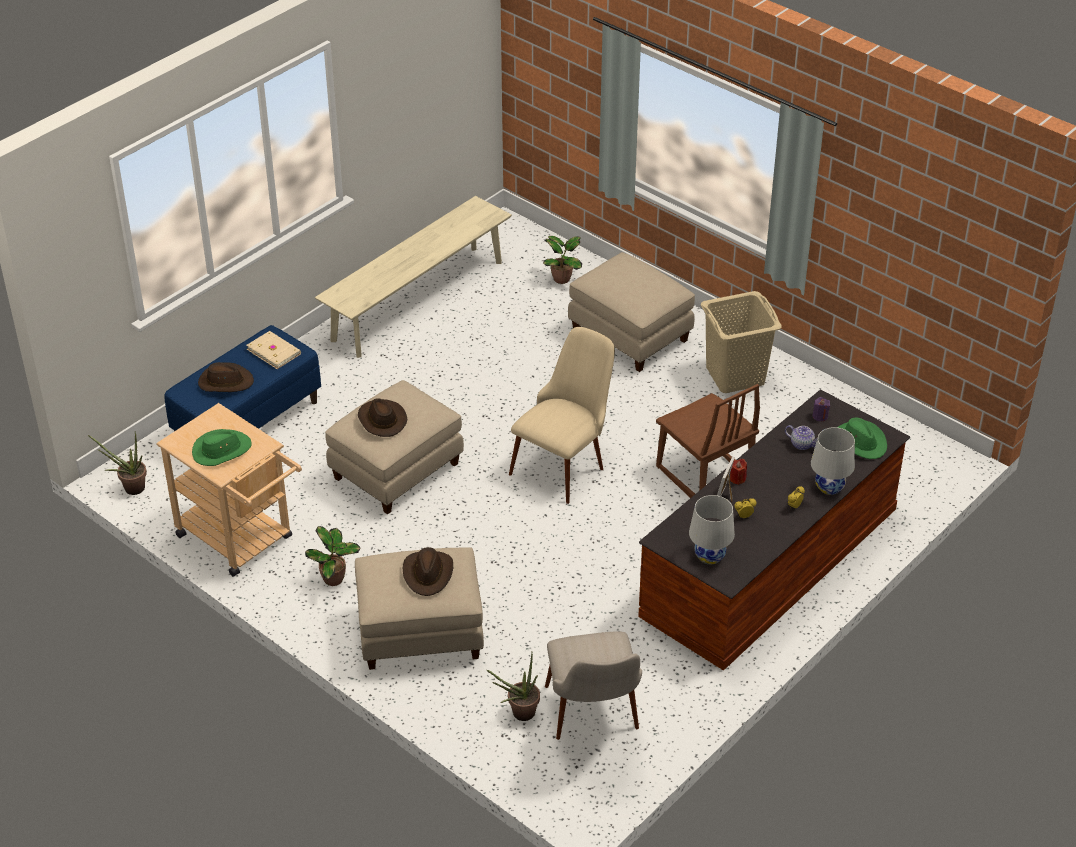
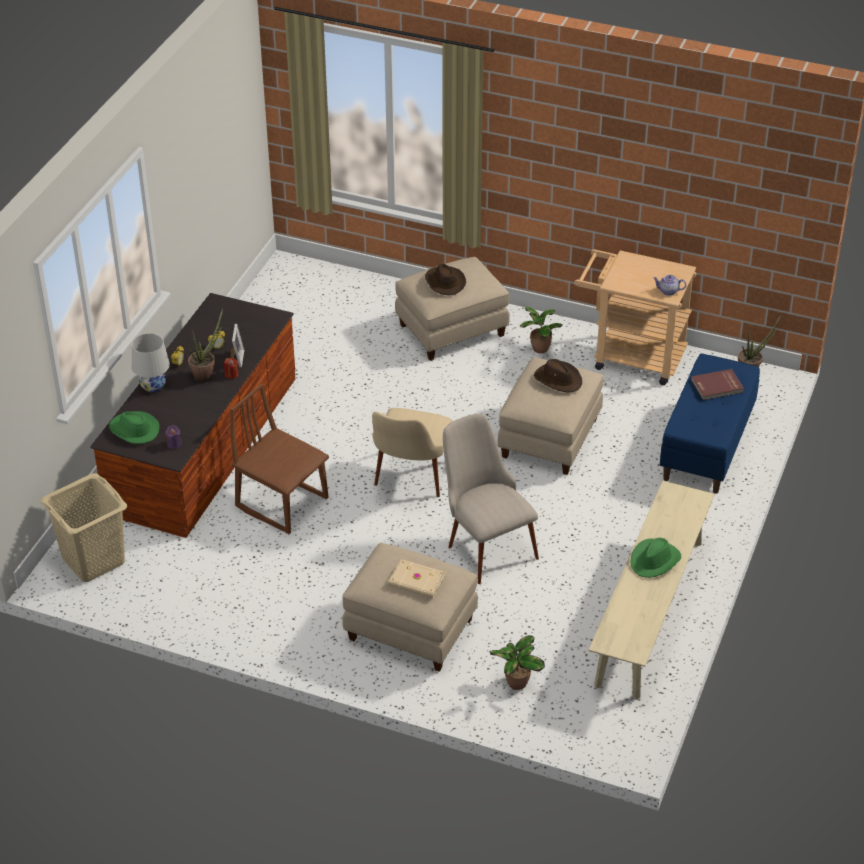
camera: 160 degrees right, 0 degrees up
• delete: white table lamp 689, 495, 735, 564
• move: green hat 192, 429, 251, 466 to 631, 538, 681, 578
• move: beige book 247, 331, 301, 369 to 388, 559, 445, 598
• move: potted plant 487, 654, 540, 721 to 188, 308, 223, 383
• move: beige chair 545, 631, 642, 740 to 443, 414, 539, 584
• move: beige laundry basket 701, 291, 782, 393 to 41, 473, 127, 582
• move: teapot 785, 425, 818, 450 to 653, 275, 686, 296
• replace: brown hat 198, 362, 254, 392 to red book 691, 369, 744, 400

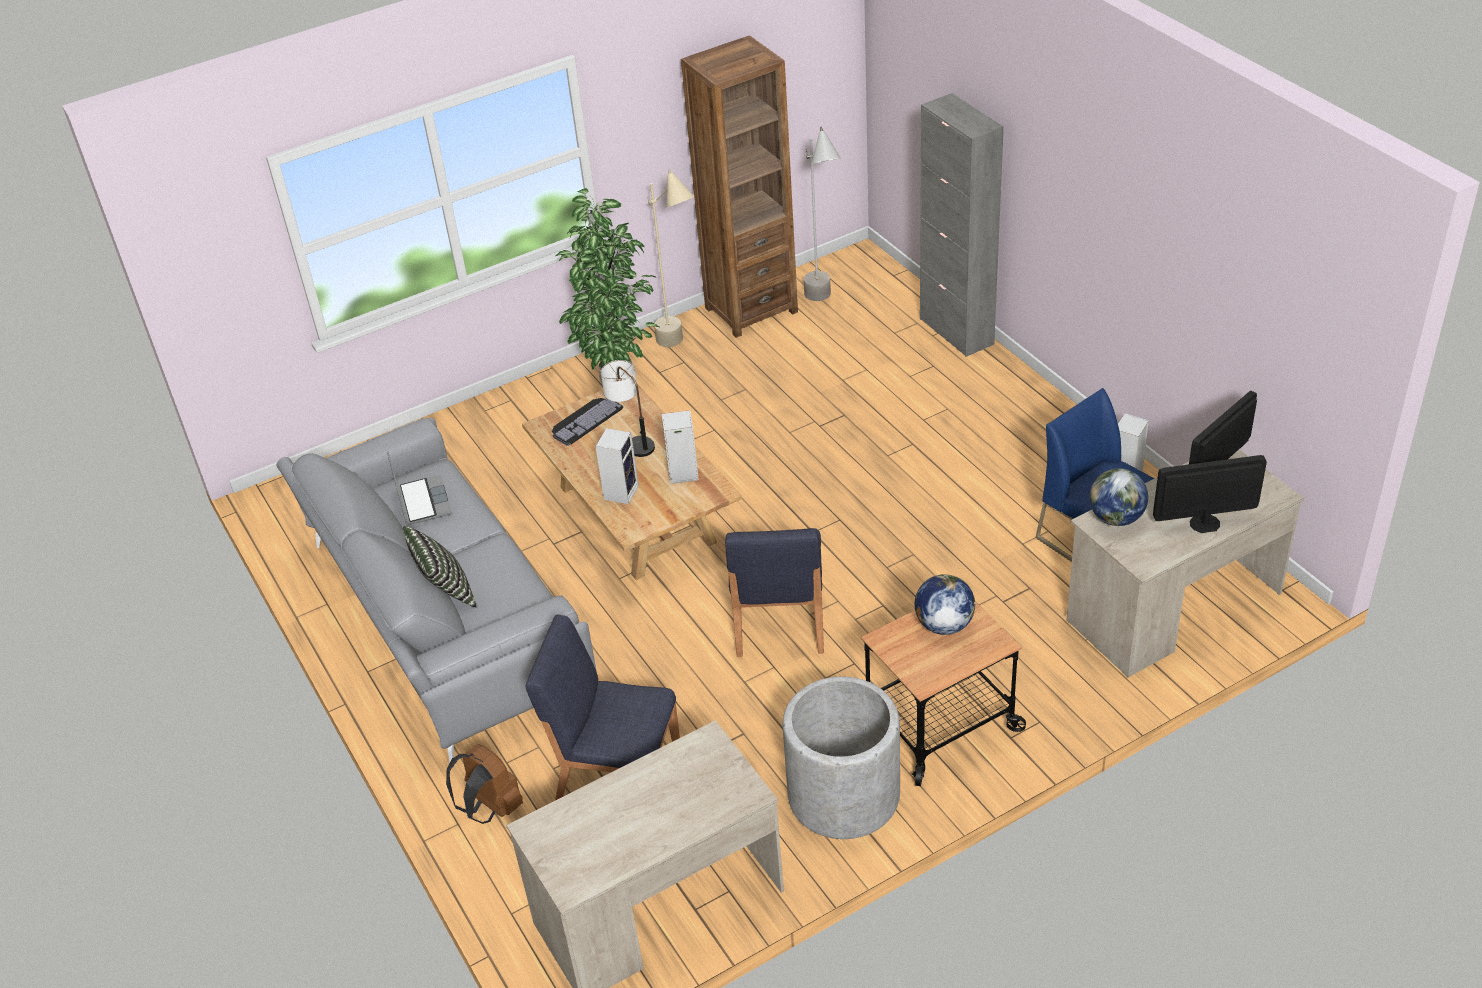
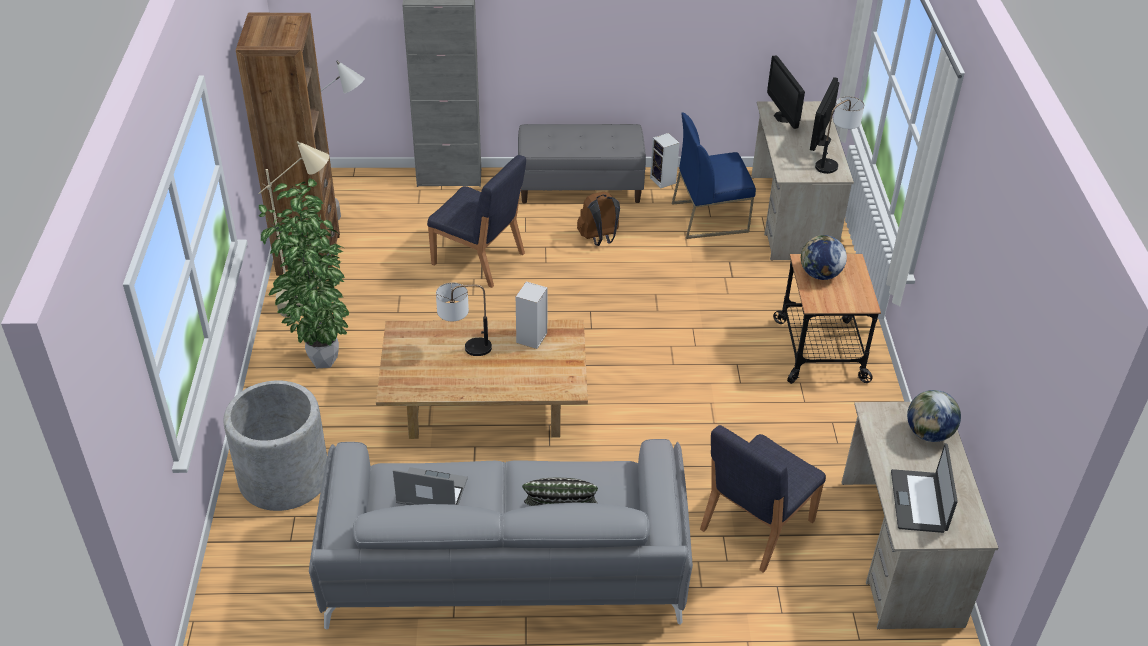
camera: 65 degrees left, 0 degrees up
• delete: keyboard 552, 398, 623, 446
• delete: speaker 595, 428, 639, 504
• insert: grey bench 518, 124, 646, 203
• insert: table lamp 815, 96, 864, 174
• insert: laptop 891, 443, 958, 533
• move: brown backpack 446, 744, 523, 824 to 577, 192, 620, 246
• move: blue chair 725, 528, 824, 657 to 427, 155, 526, 288
• move: grey planter 783, 677, 900, 839 to 224, 380, 327, 511
• move: globe 1090, 468, 1148, 526 to 907, 390, 961, 442

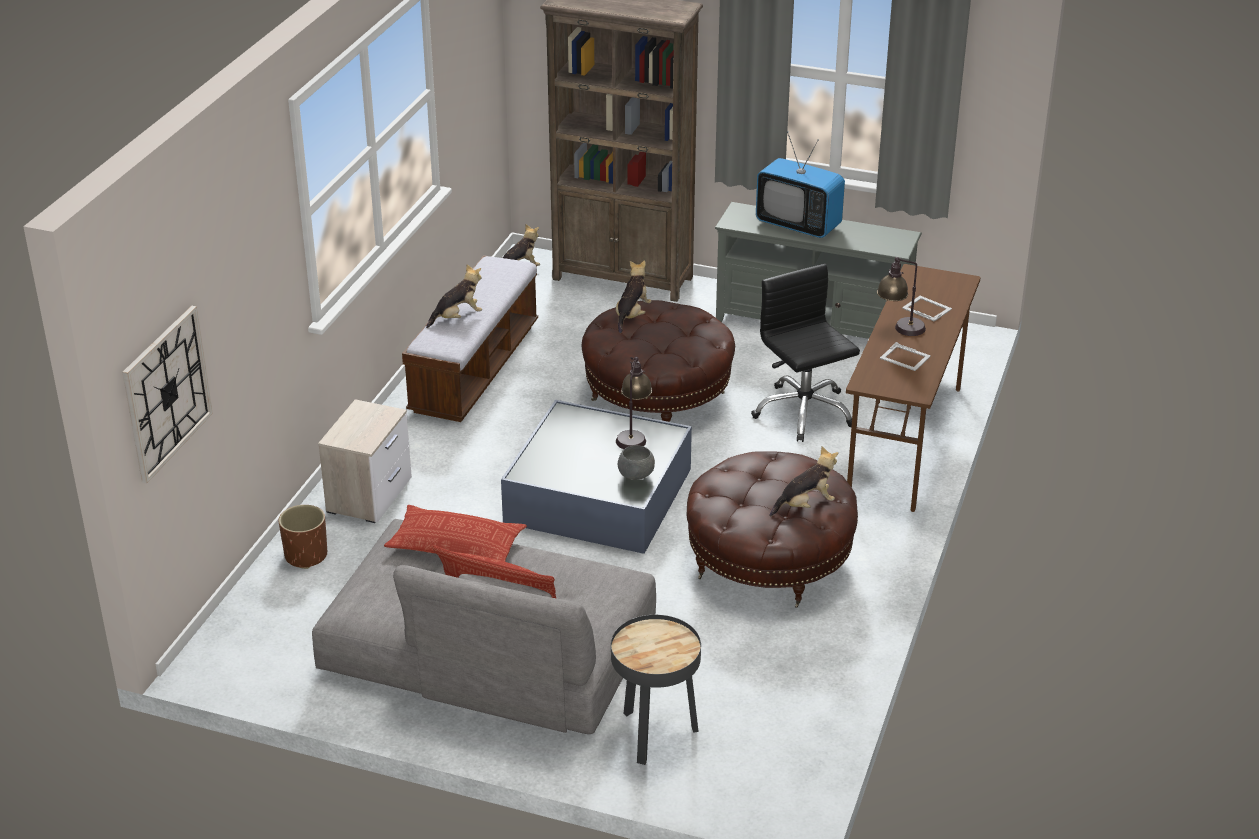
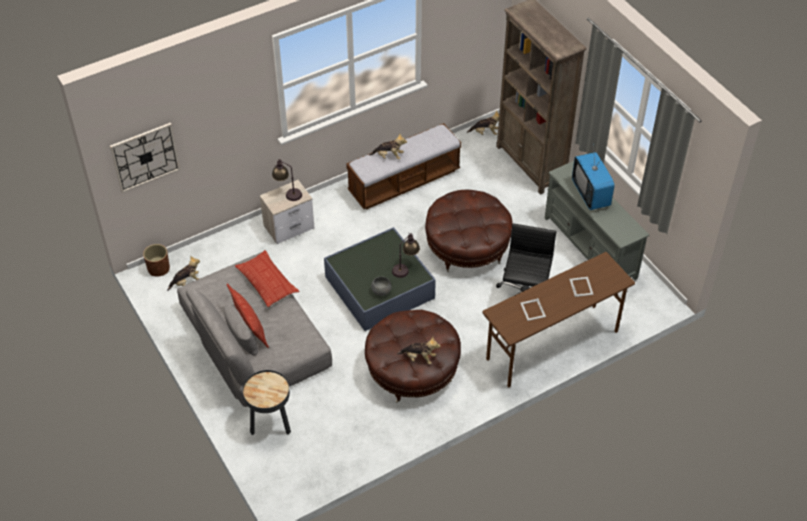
camera: 40 degrees right, 15 degrees up
• move: brown planter 279, 505, 327, 569 to 143, 244, 170, 276
• move: plush toy 616, 260, 652, 333 to 167, 256, 200, 291
• move: table lamp 877, 257, 926, 336 to 272, 159, 302, 201

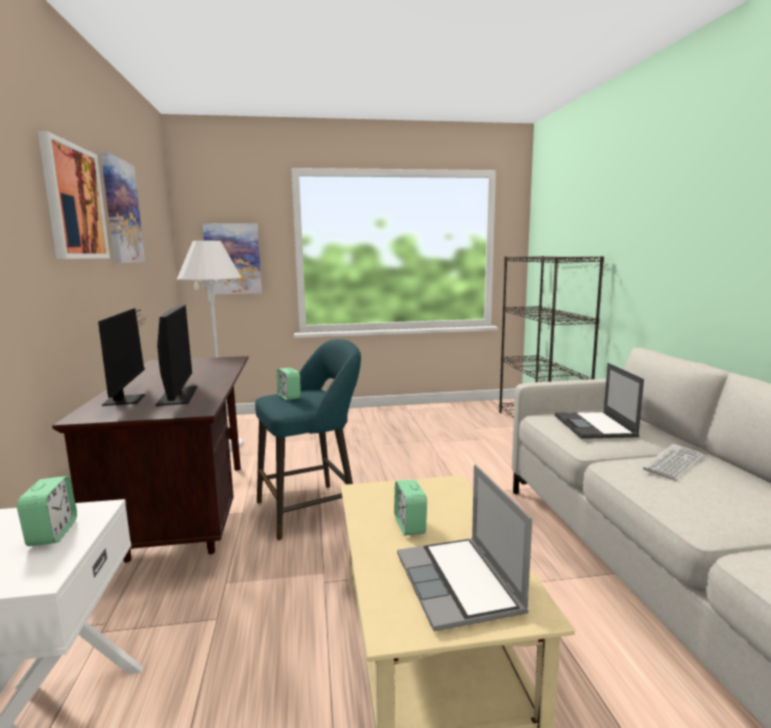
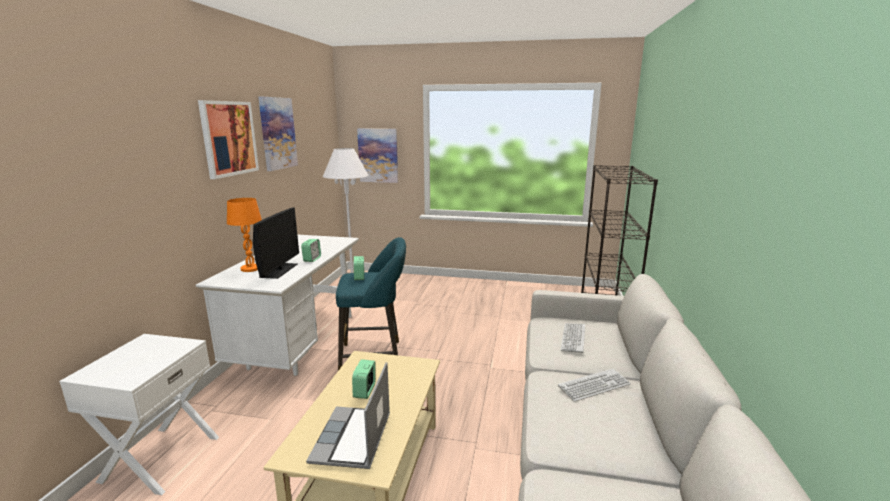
camera: 20 degrees right, 5 degrees up
• move: alarm clock 17, 476, 77, 546 to 301, 239, 321, 262
• replace: monitor 98, 308, 146, 406 to orange table lamp 227, 198, 262, 272
• replace: laptop 555, 363, 644, 439 to keyboard 561, 323, 585, 353
• recolor: brown desk 52, 356, 248, 563 to white desk 196, 235, 359, 376

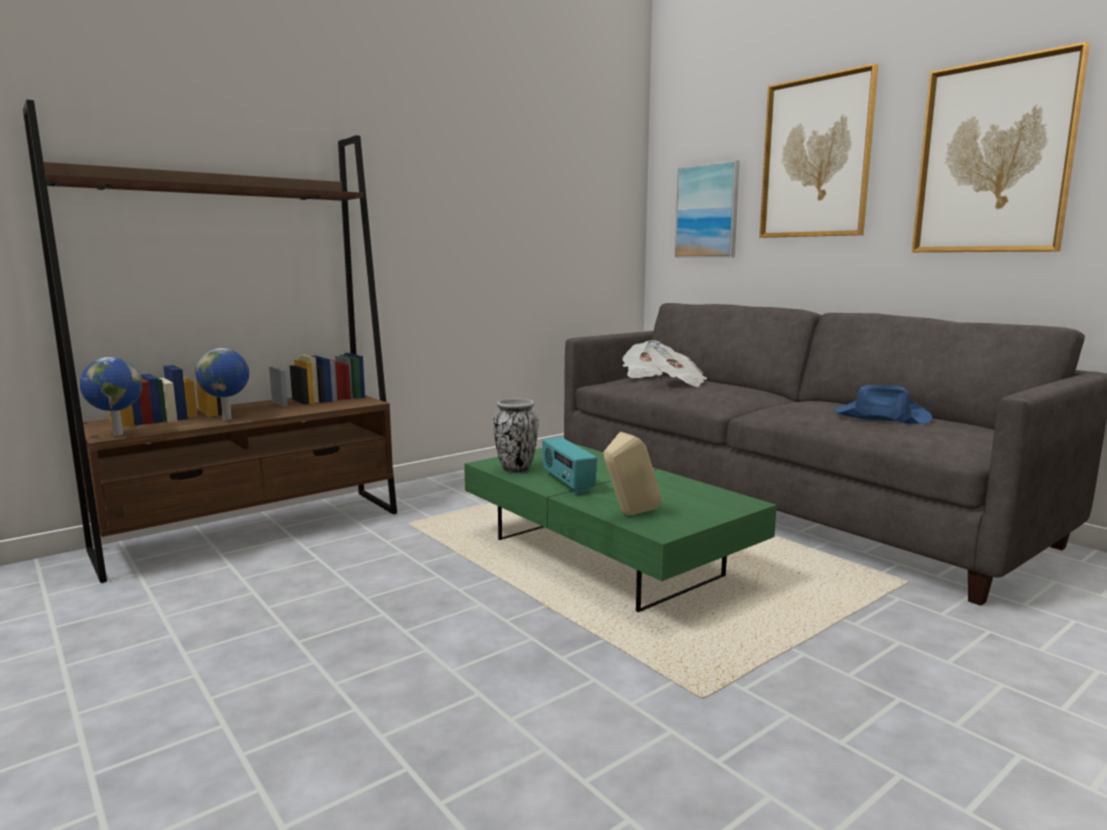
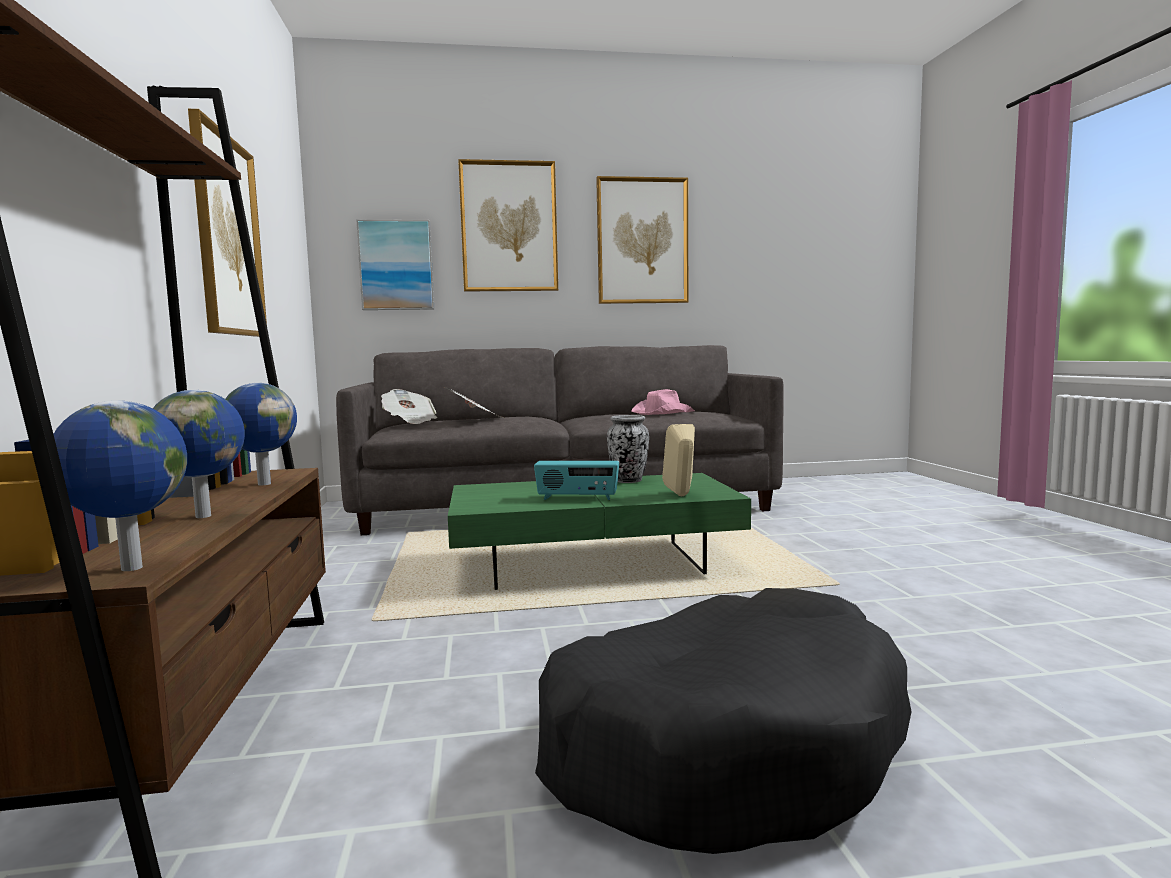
camera: 60 degrees left, 5 degrees down
• insert: picture 188, 109, 267, 337
• insert: globe 225, 383, 297, 485
• insert: black dog bed 535, 588, 912, 854
• move: vase 493, 398, 539, 473 to 607, 415, 649, 483
• recolor: blue hat 834, 385, 932, 424 to pink hat 631, 389, 694, 415

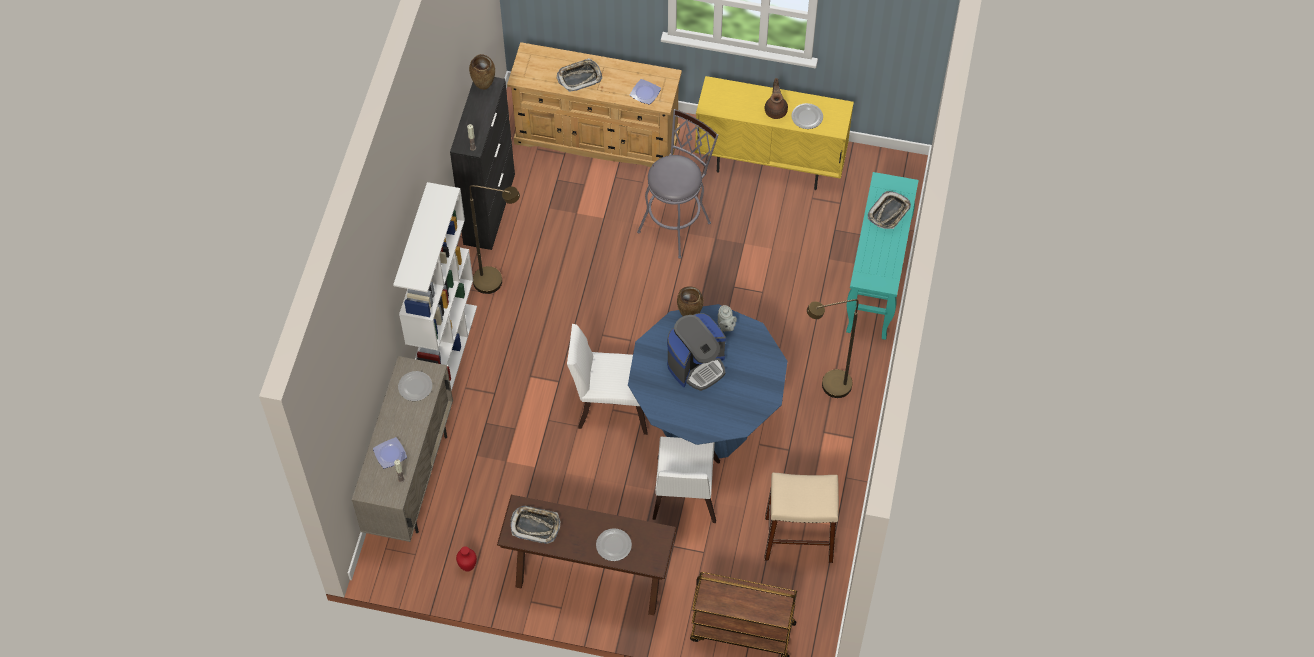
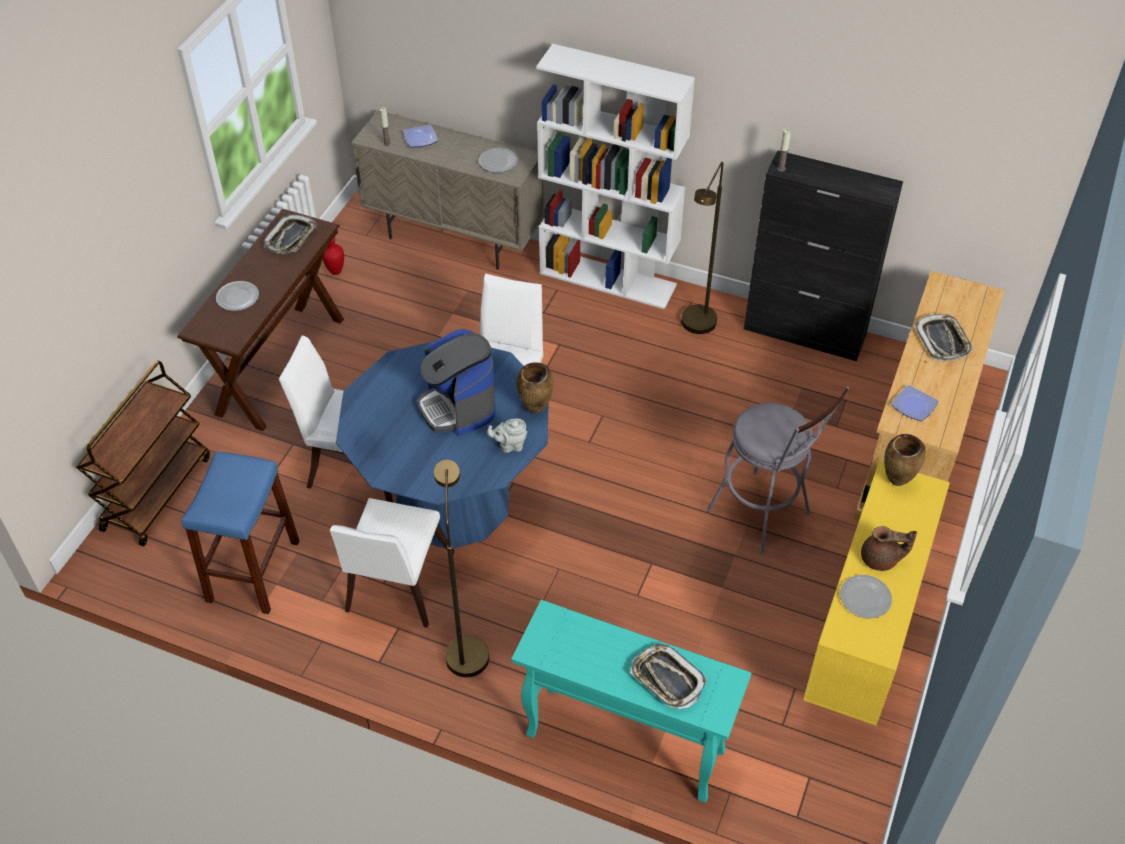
camera: 100 degrees right, 10 degrees down
• insert: white chair 330, 498, 455, 628
• move: brown vase 469, 54, 495, 90 to 884, 434, 926, 486
• recolor: beige stool 765, 473, 839, 563 to blue stool 182, 451, 300, 614

